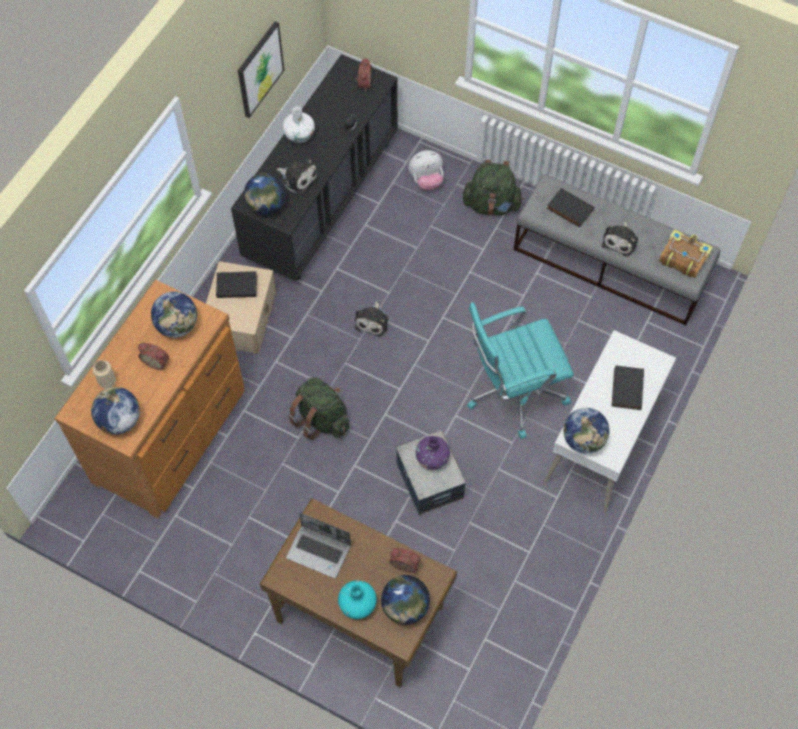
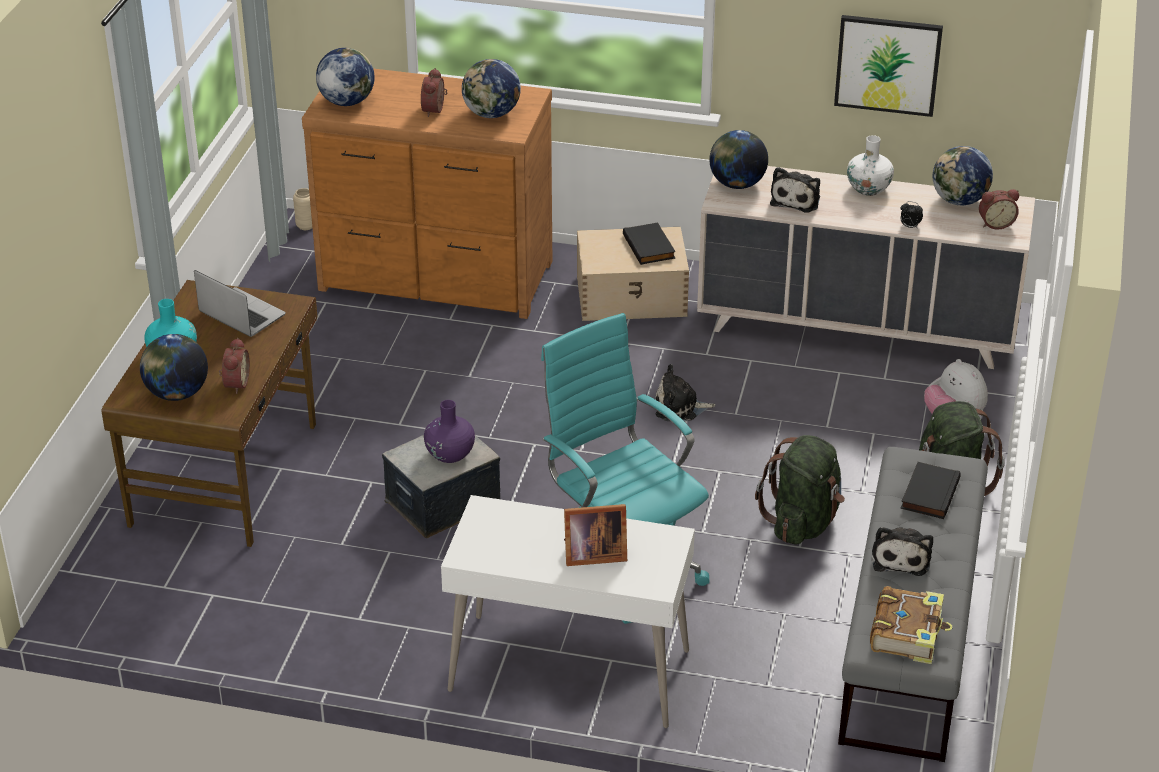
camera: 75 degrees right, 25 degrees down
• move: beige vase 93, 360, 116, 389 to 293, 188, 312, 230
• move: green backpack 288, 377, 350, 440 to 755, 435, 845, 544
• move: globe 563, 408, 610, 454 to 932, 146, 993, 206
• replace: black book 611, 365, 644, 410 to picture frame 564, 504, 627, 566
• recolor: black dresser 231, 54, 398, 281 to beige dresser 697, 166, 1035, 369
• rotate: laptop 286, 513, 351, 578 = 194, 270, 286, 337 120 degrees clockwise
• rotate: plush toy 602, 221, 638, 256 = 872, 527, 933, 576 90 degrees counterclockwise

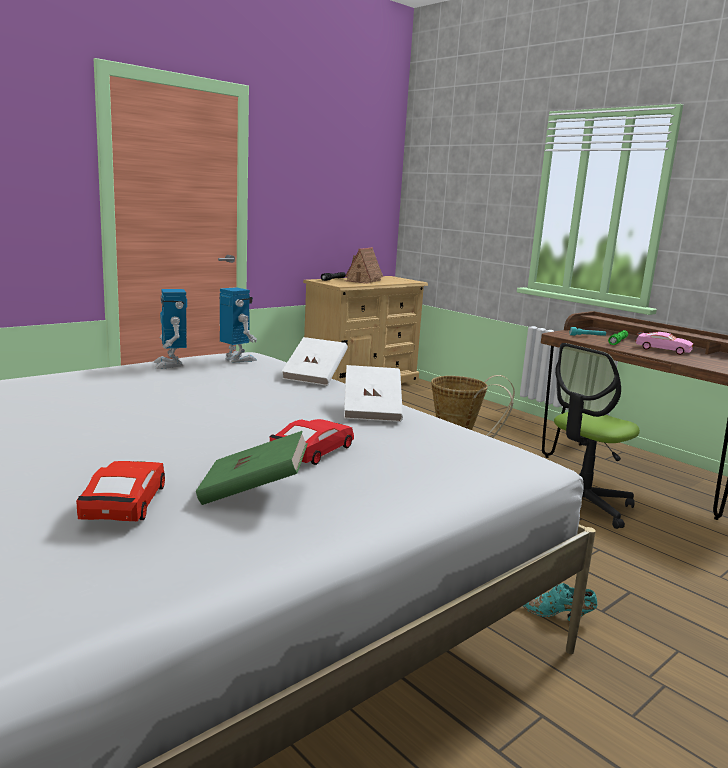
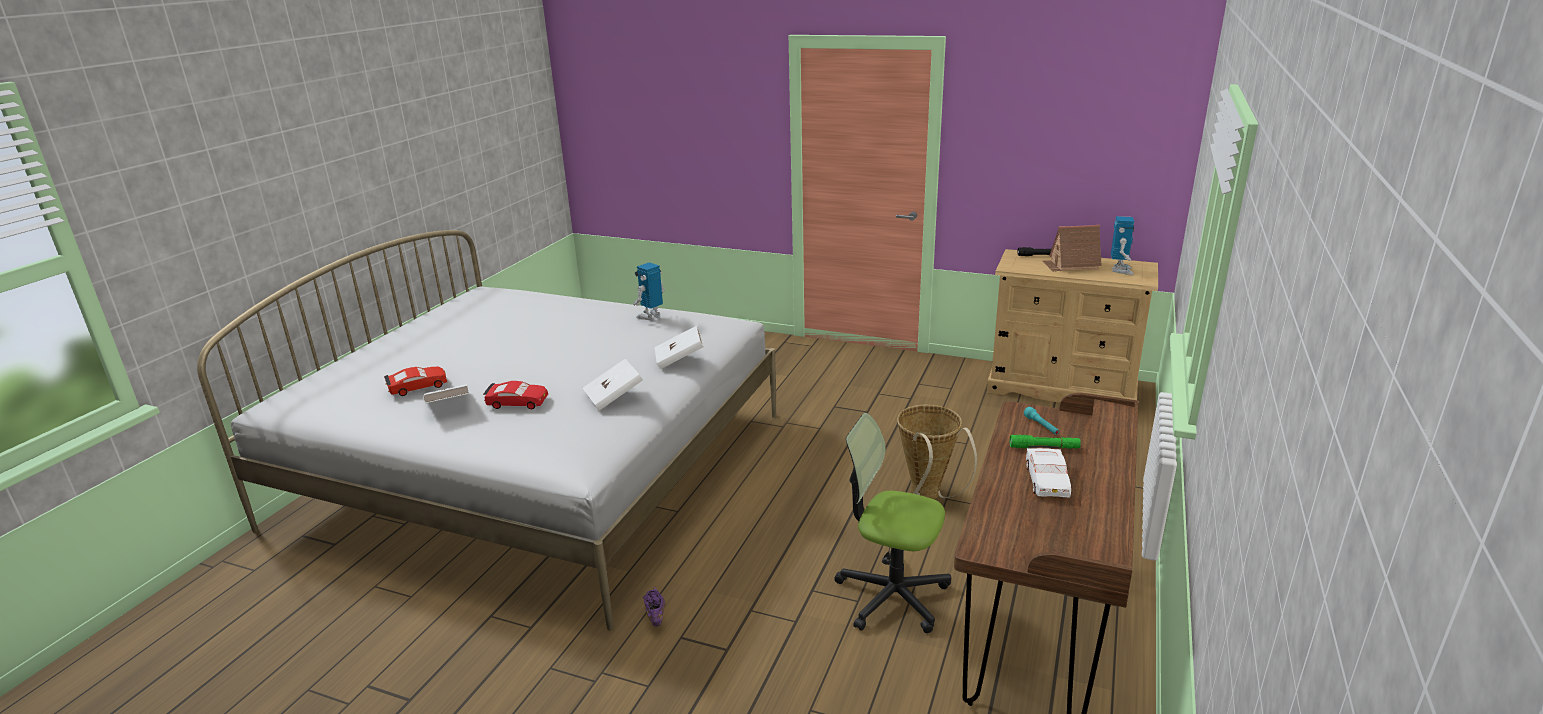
camera: 65 degrees right, 10 degrees up
• move: toy robot 219, 287, 257, 362 to 1111, 216, 1134, 275
• recolor: green book 196, 431, 308, 505 to white book 423, 385, 470, 403
• recolor: turquoise shoe 523, 583, 597, 621 to purple shoe 643, 587, 665, 627
• recolor: pink toy car 635, 332, 693, 355 to white toy car 1026, 446, 1071, 497

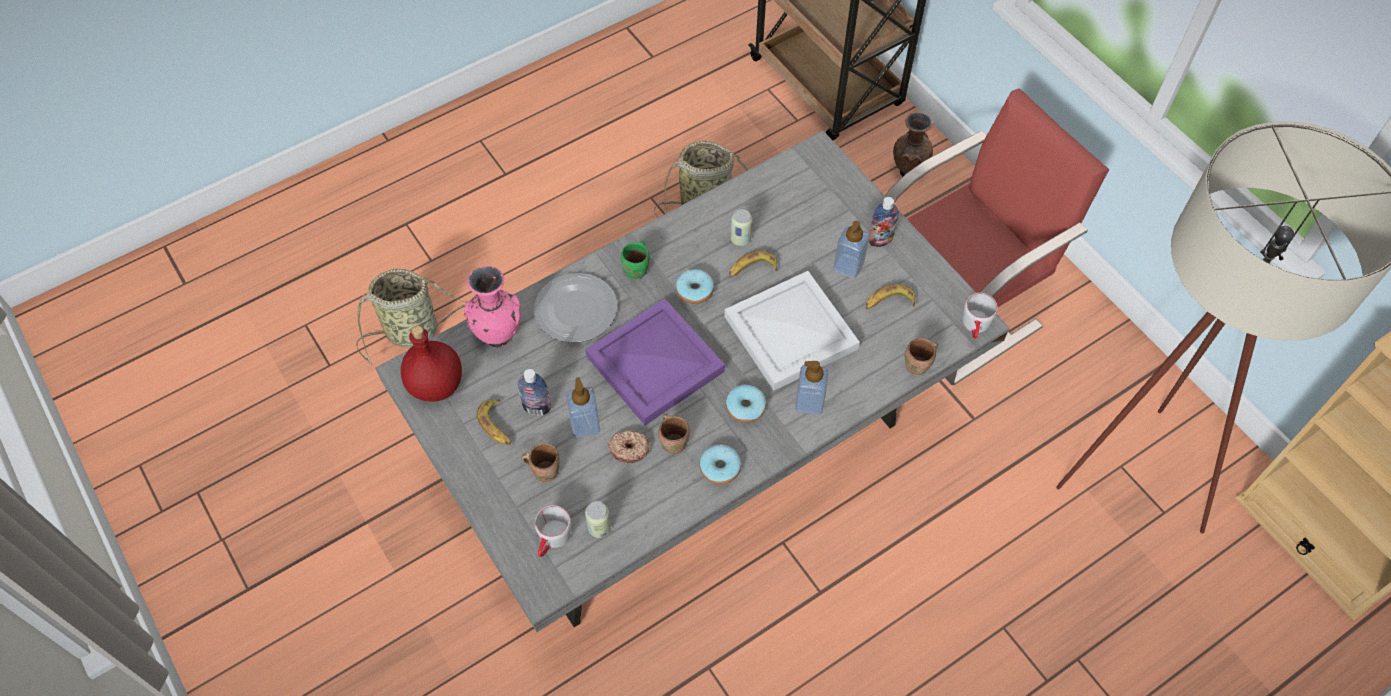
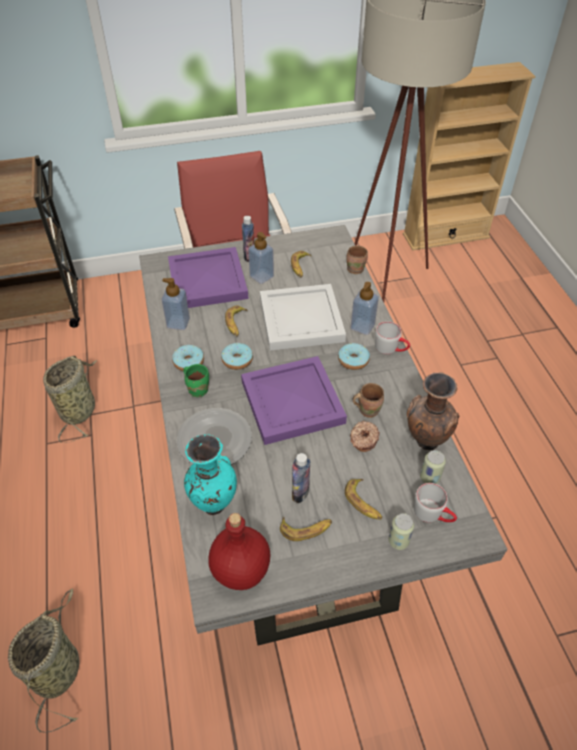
camera: 70 degrees left, 10 degrees down
• insert: purple tray 168, 247, 248, 308
• move: soap dispenser 566, 377, 600, 438 to 161, 278, 190, 330
• move: donut 699, 445, 741, 485 to 172, 345, 204, 371
• move: can 731, 209, 752, 246 to 388, 513, 414, 550
• move: brown vase 893, 113, 933, 177 to 407, 372, 459, 450
• move: grey mug 962, 293, 998, 339 to 375, 322, 410, 354
• replace: brown mug 522, 443, 560, 482 to banana 345, 479, 382, 520
• recolor: pink vase 464, 266, 521, 348 to turquoise vase 184, 434, 237, 515

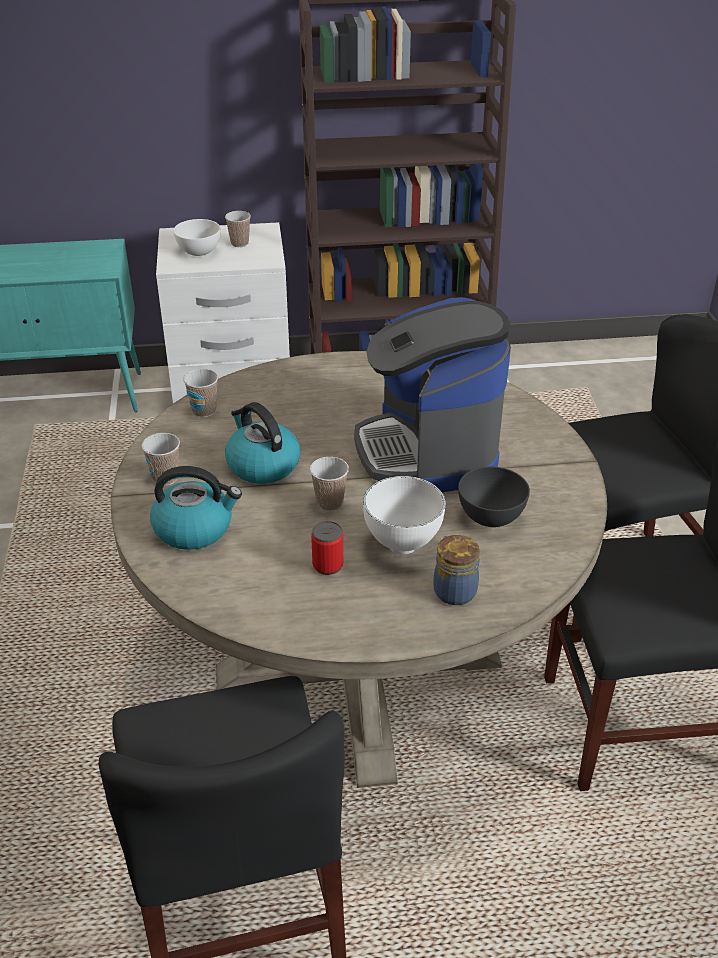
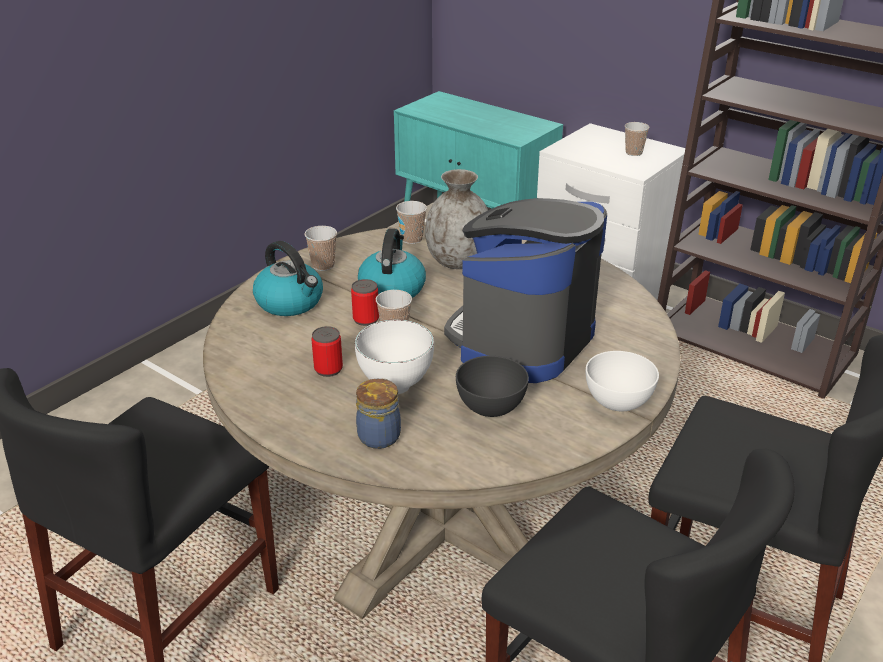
camera: 45 degrees right, 5 degrees down
• insert: can 351, 279, 379, 326
• insert: grey vase 425, 169, 488, 269
• move: white bowl 173, 219, 221, 256 to 586, 351, 659, 411

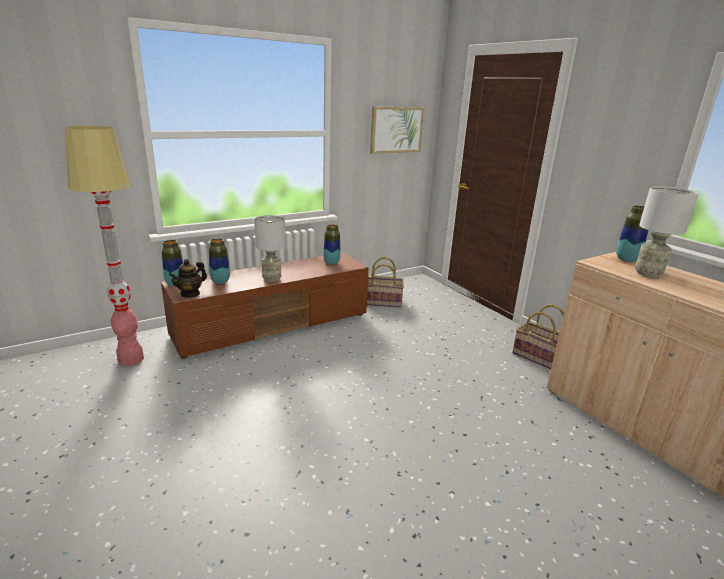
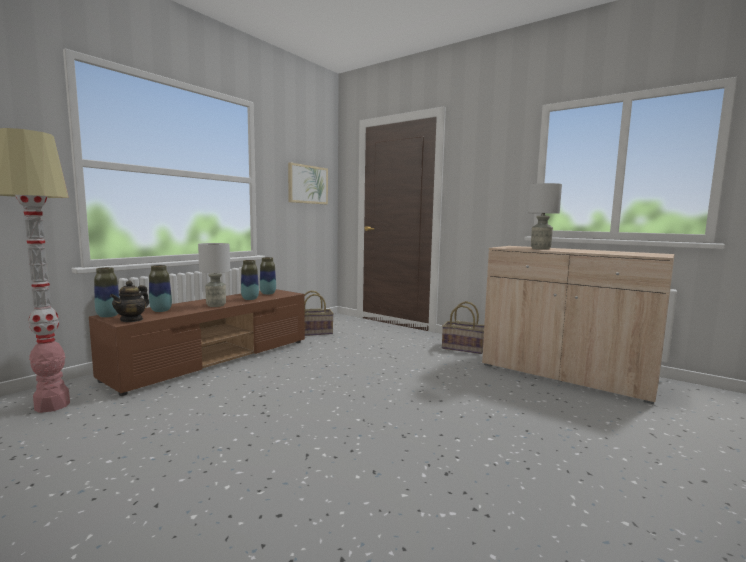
camera: 20 degrees left, 15 degrees down
• move: vase 616, 206, 648, 262 to 241, 260, 259, 300

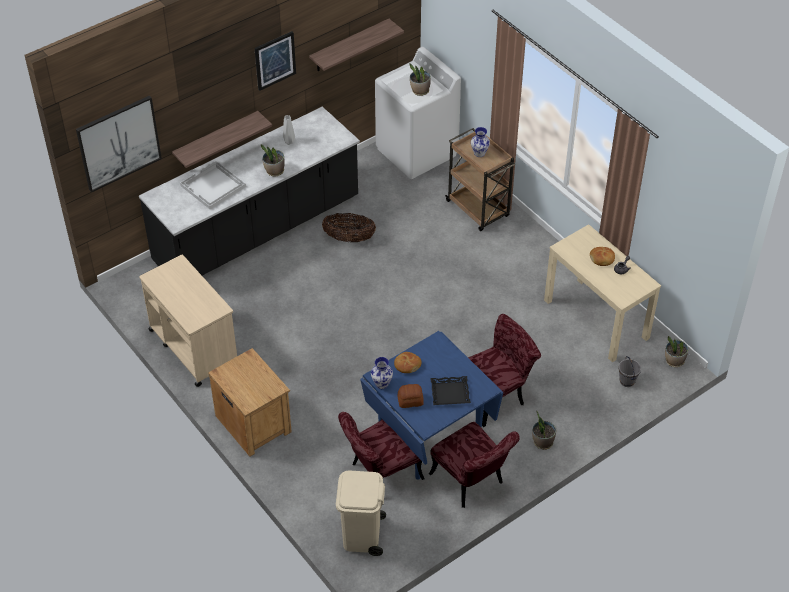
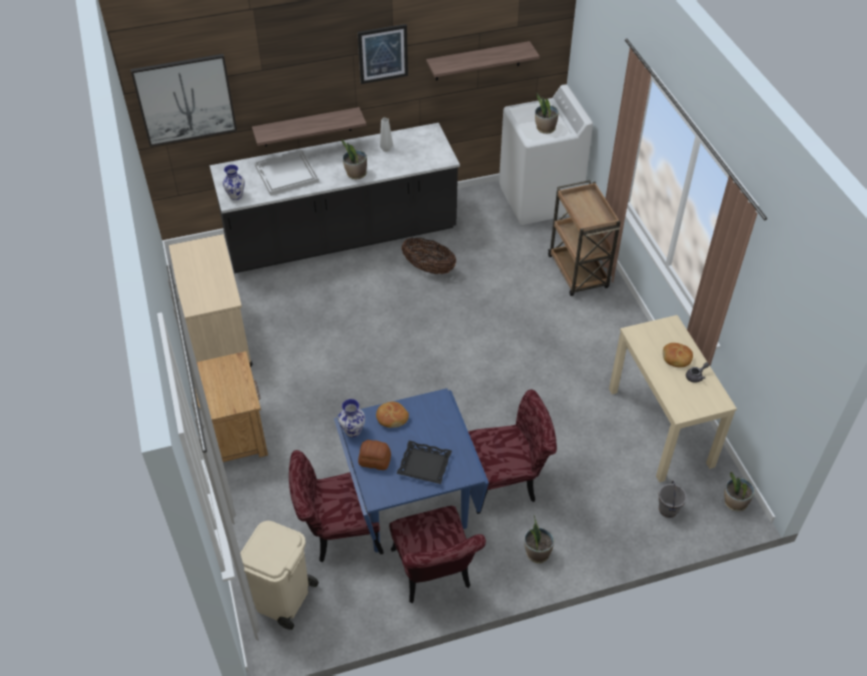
camera: 20 degrees right, 0 degrees up
• move: vase 471, 127, 490, 157 to 222, 165, 245, 200

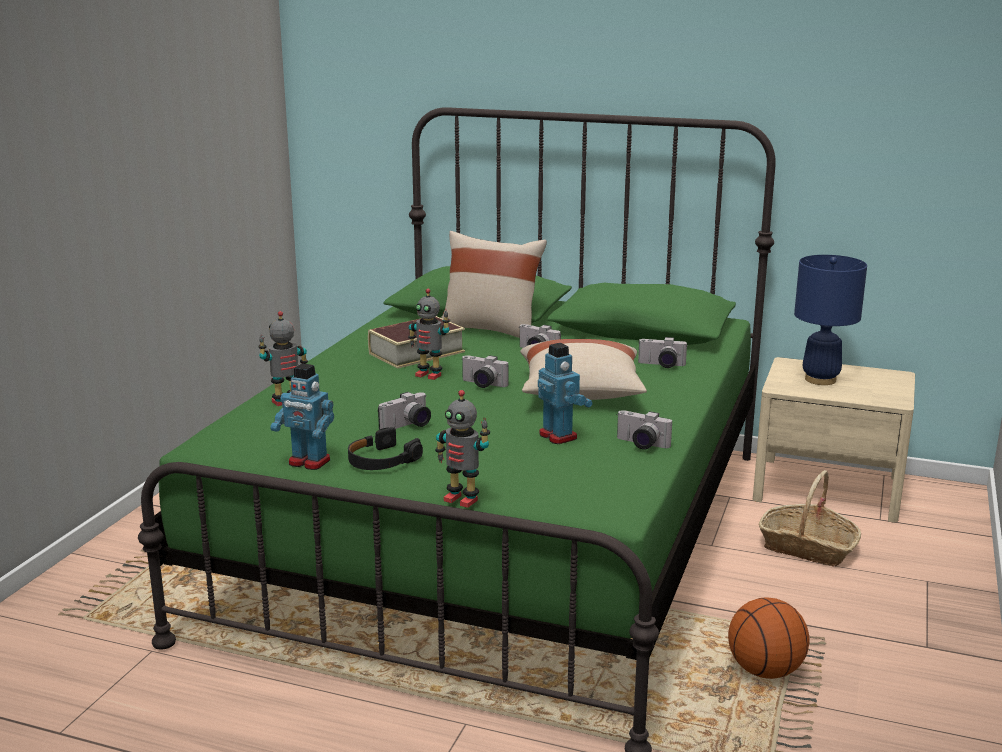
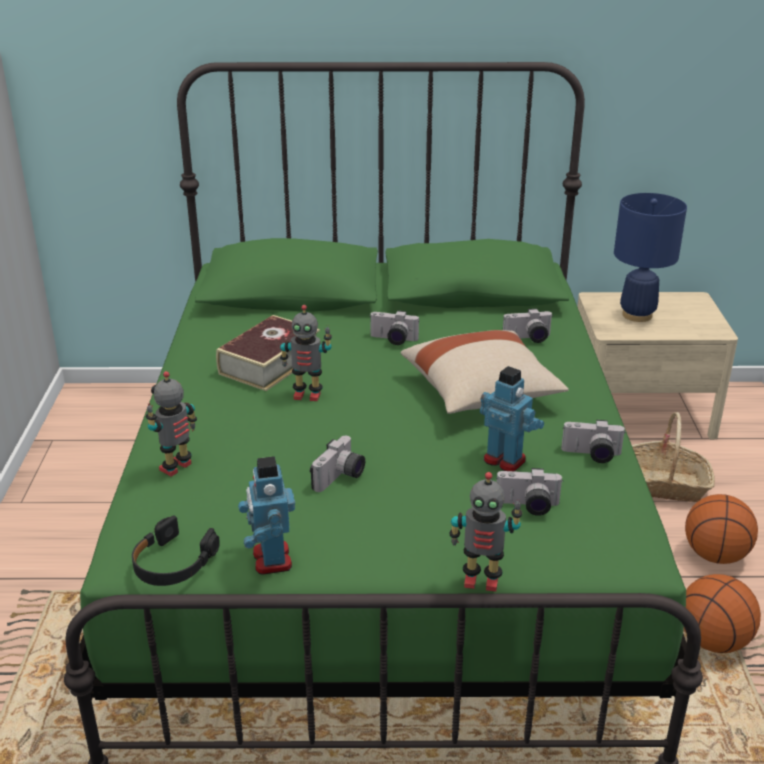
camera: 20 degrees left, 10 degrees up
• delete: beige pillow 441, 231, 547, 338
• insert: basketball 685, 494, 758, 564
• move: black headphones 348, 427, 423, 470 to 132, 516, 220, 586
• move: photo camera 461, 355, 509, 388 to 496, 468, 563, 516
• rotate: toy robot 270, 363, 334, 470 = 238, 456, 295, 575 75 degrees clockwise

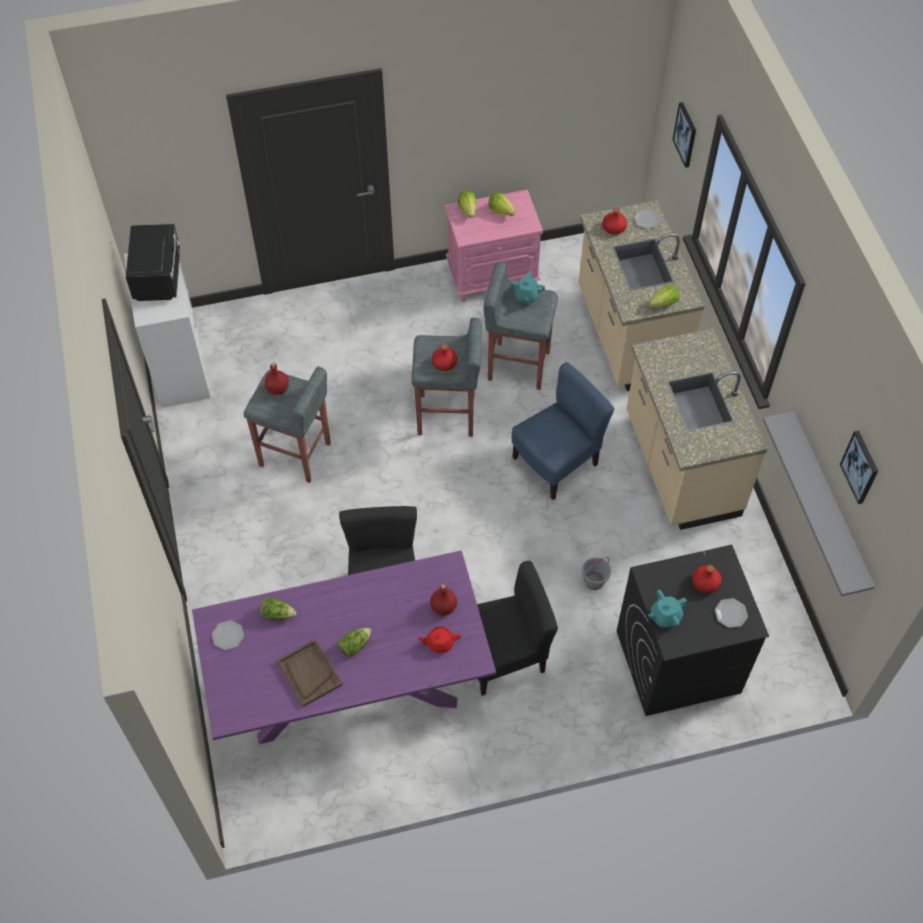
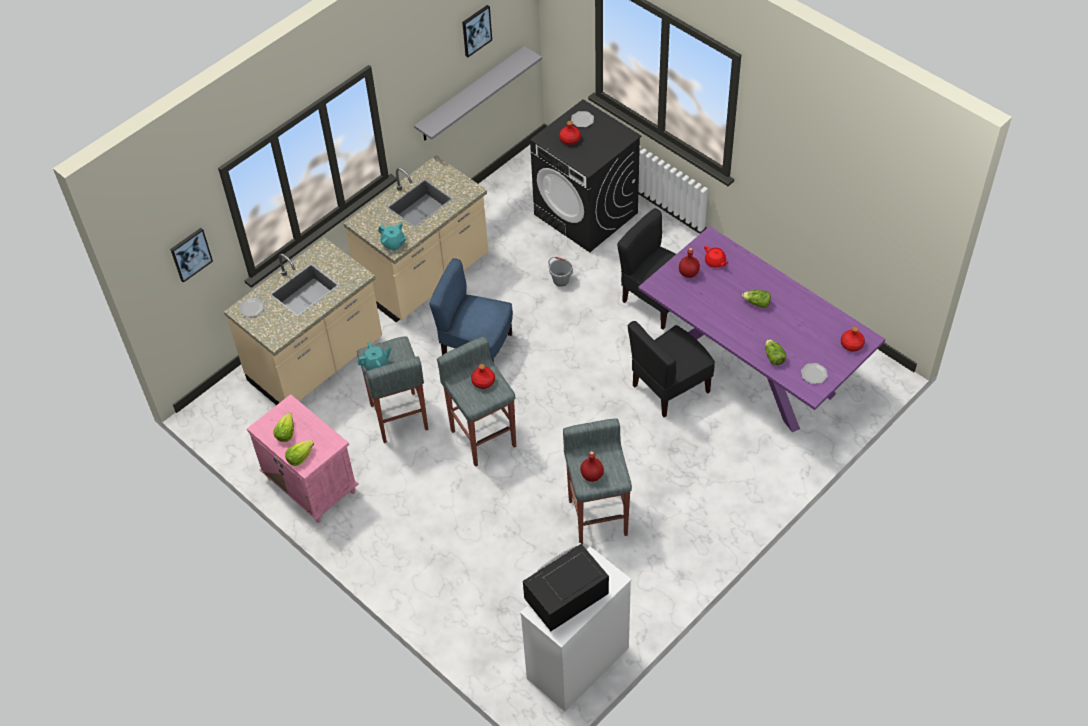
camera: 120 degrees left, 5 degrees down
• delete: brown tray 276, 639, 343, 707
• delete: lettuce 648, 285, 680, 307
• move: red bottle 602, 207, 627, 235 to 841, 326, 865, 351
• move: turquoise teapot 648, 590, 688, 628 to 378, 222, 407, 251

